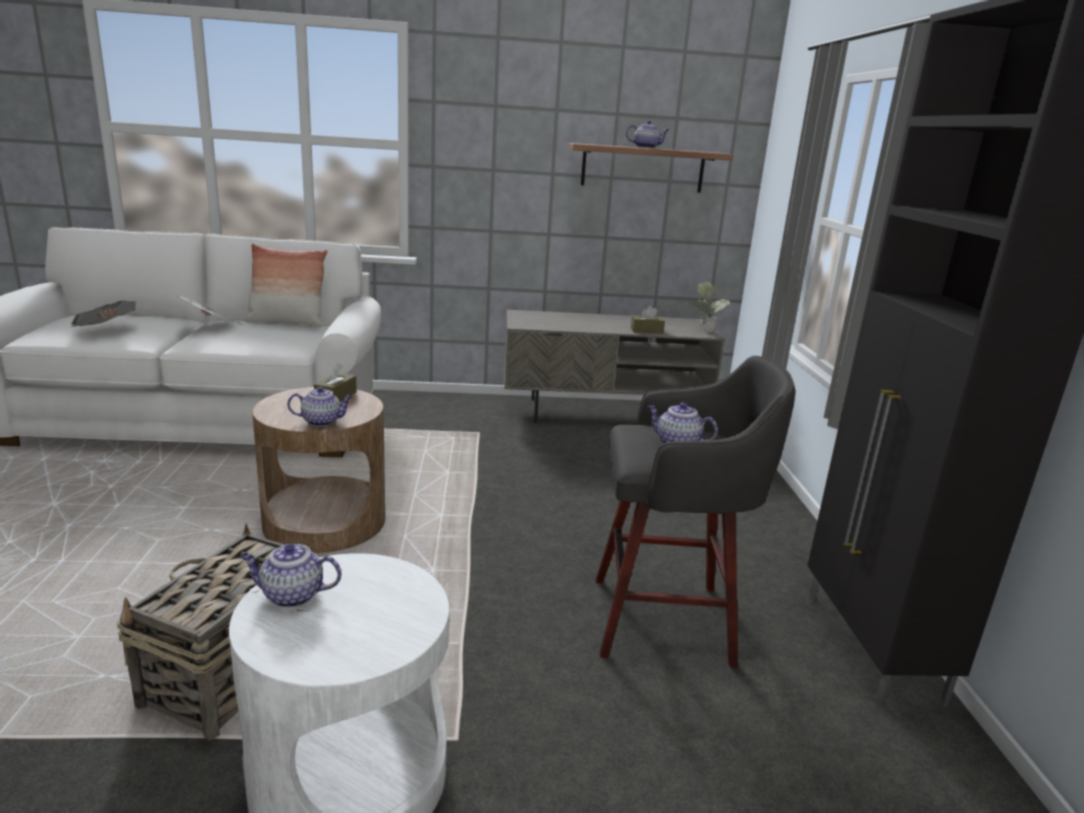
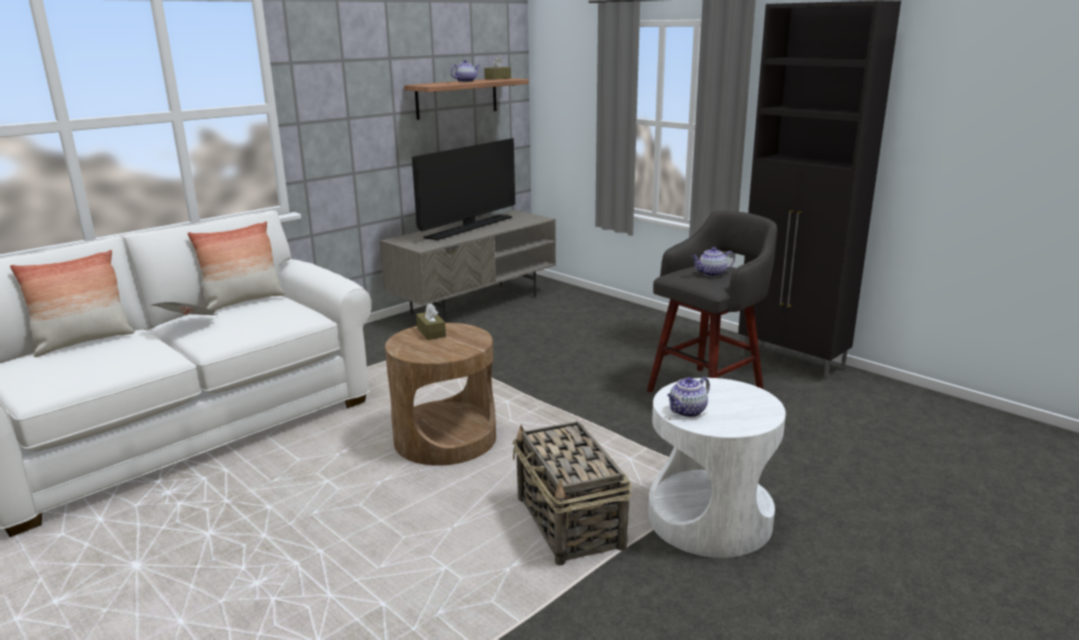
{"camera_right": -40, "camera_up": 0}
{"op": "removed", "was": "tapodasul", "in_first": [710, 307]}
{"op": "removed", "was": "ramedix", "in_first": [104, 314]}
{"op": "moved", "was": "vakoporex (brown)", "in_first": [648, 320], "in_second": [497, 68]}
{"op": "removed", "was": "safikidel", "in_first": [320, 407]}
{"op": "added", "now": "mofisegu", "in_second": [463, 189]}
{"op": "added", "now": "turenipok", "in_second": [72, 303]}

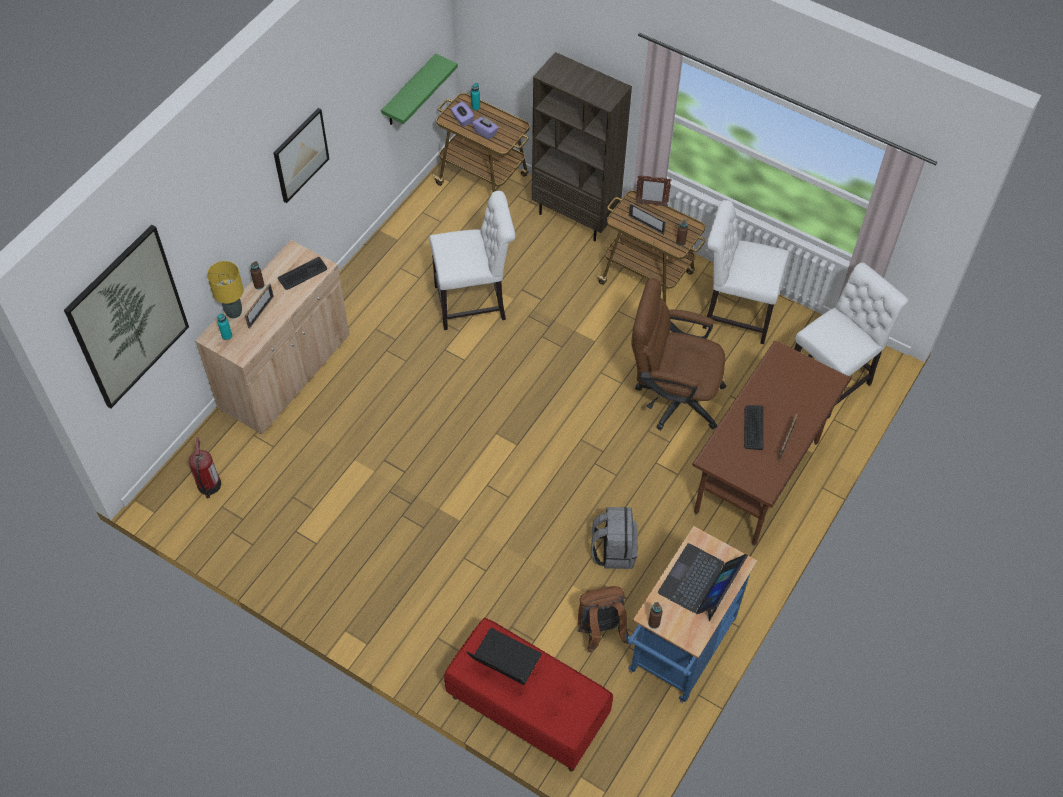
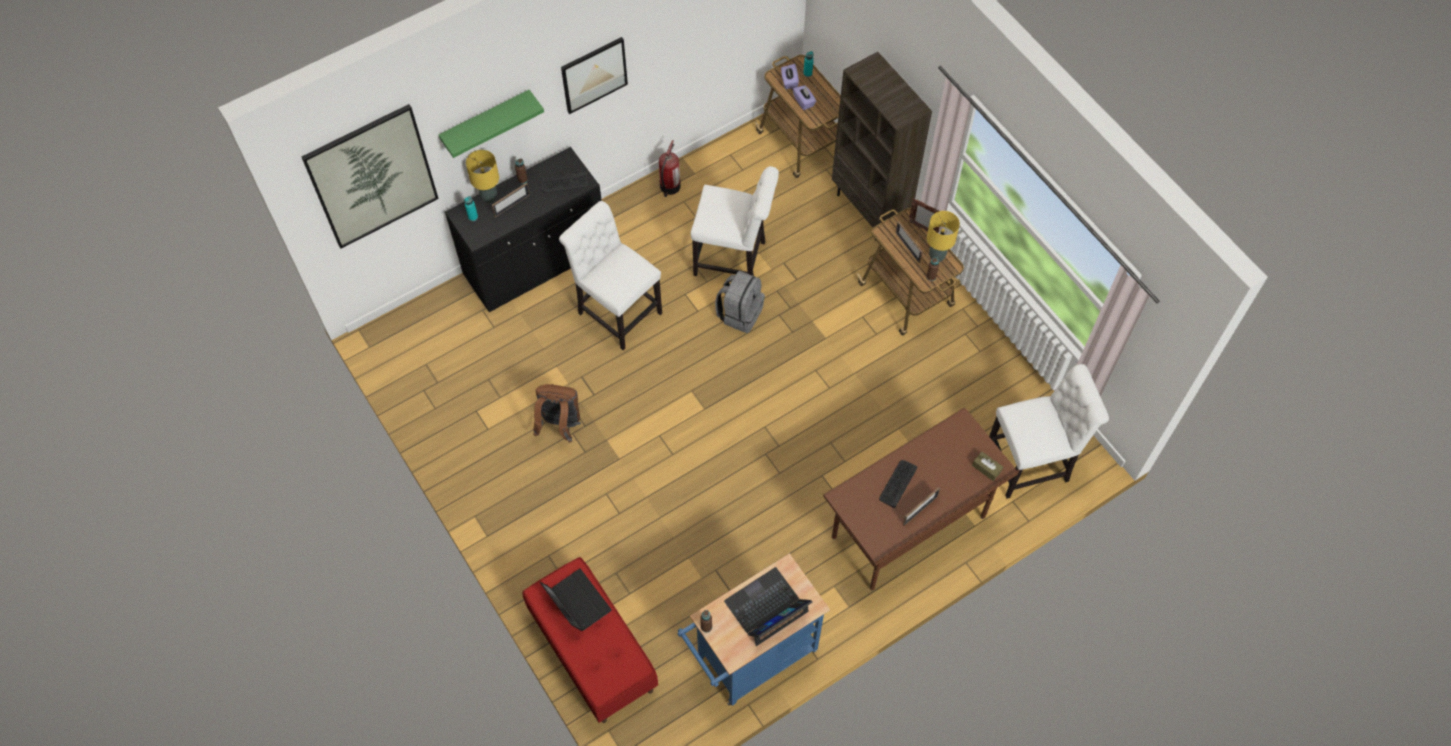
{"camera_right": 25, "camera_up": 5}
{"op": "moved", "was": "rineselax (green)", "in_first": [419, 89], "in_second": [491, 124]}
{"op": "moved", "was": "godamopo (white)", "in_first": [746, 272], "in_second": [610, 275]}
{"op": "recoloured", "was": "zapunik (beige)", "now": "zapunik (black)", "in_first": [272, 337], "in_second": [523, 229]}
{"op": "removed", "was": "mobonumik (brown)", "in_first": [678, 354]}
{"op": "moved", "was": "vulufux", "in_first": [205, 467], "in_second": [670, 168]}
{"op": "moved", "was": "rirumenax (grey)", "in_first": [614, 538], "in_second": [740, 301]}
{"op": "moved", "was": "rirumenax (brown)", "in_first": [603, 619], "in_second": [557, 413]}
{"op": "added", "now": "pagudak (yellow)", "in_second": [943, 236]}
{"op": "added", "now": "vakoporex (brown)", "in_second": [987, 466]}

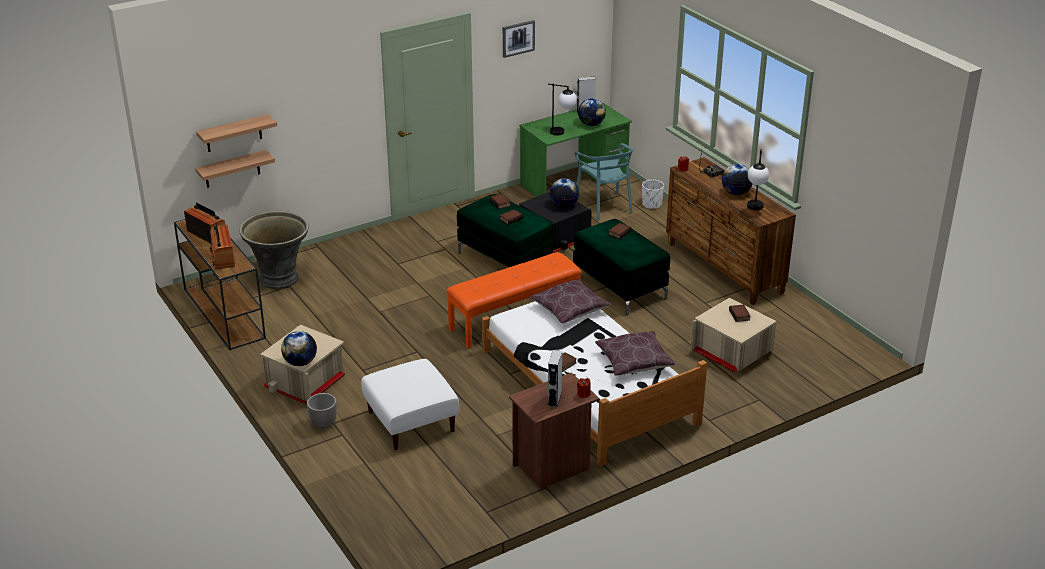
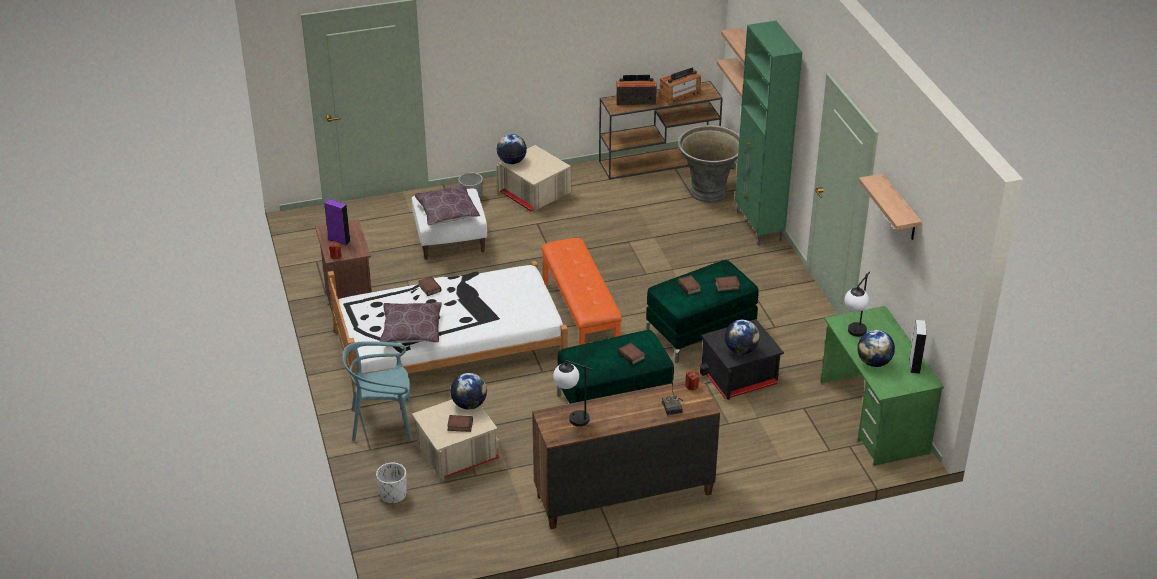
{"camera_right": 105, "camera_up": 5}
{"op": "replaced", "was": "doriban", "now": "rineselax", "in_first": [519, 39], "in_second": [890, 207]}
{"op": "moved", "was": "godamopo (turquoise)", "in_first": [603, 182], "in_second": [378, 391]}
{"op": "moved", "was": "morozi", "in_first": [737, 179], "in_second": [468, 391]}
{"op": "moved", "was": "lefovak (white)", "in_first": [653, 194], "in_second": [391, 483]}
{"op": "moved", "was": "turenipok (brown)", "in_first": [570, 301], "in_second": [447, 205]}
{"op": "recoloured", "was": "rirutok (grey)", "now": "rirutok (purple)", "in_first": [554, 378], "in_second": [337, 222]}
{"op": "added", "now": "zapunik (green)", "in_second": [768, 133]}

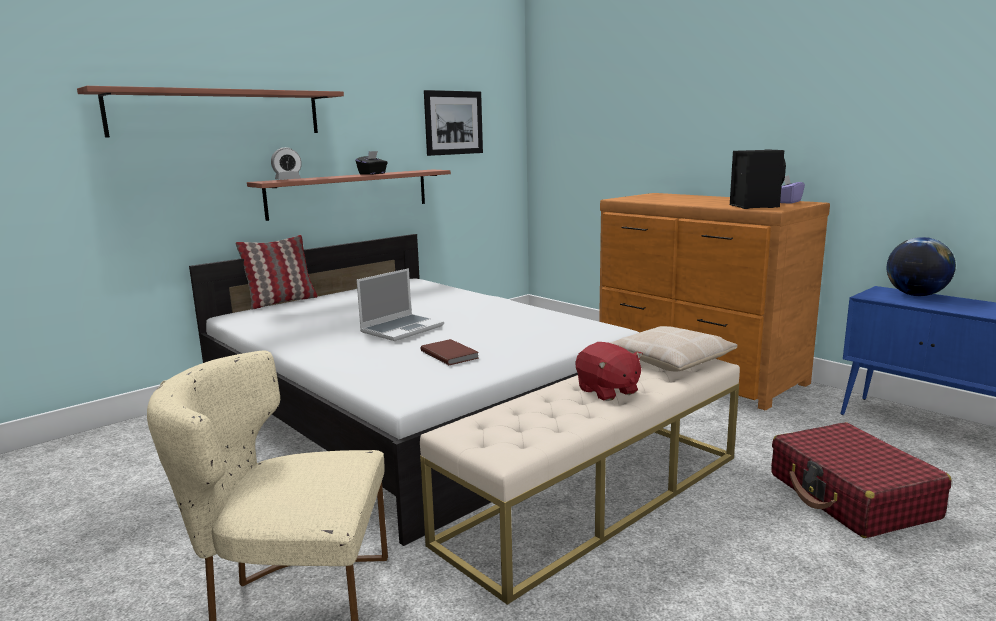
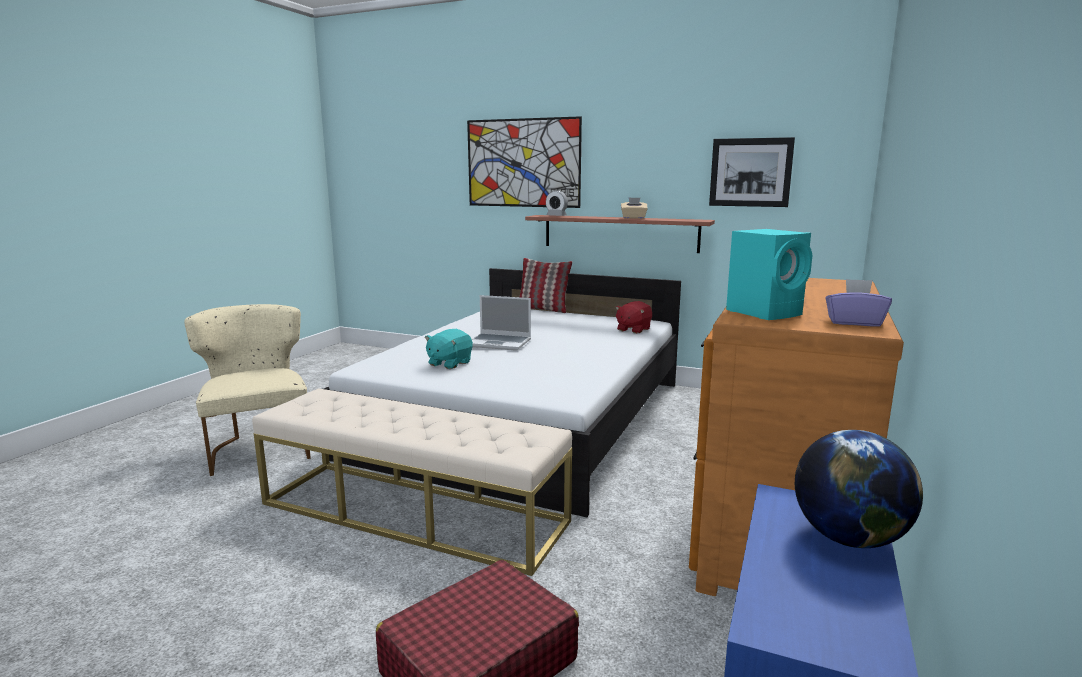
{"camera_right": 65, "camera_up": 0}
{"op": "replaced", "was": "rineselax", "now": "doriban", "in_first": [210, 111], "in_second": [524, 162]}
{"op": "recoloured", "was": "rirutok (black)", "now": "rirutok (turquoise)", "in_first": [758, 179], "in_second": [769, 274]}
{"op": "recoloured", "was": "vakoporex (black)", "now": "vakoporex (beige)", "in_first": [372, 163], "in_second": [634, 208]}
{"op": "removed", "was": "turenipok (beige)", "in_first": [673, 348]}
{"op": "replaced", "was": "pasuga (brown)", "now": "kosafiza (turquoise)", "in_first": [450, 352], "in_second": [449, 349]}
{"op": "moved", "was": "kosafiza (red)", "in_first": [609, 371], "in_second": [633, 317]}

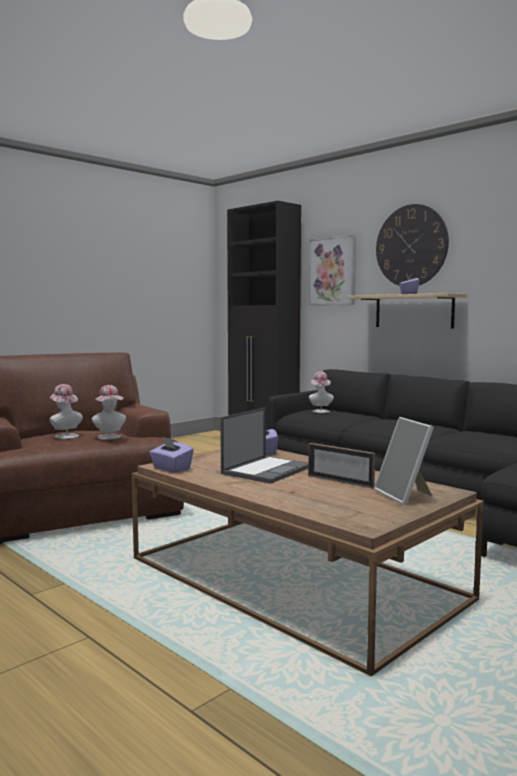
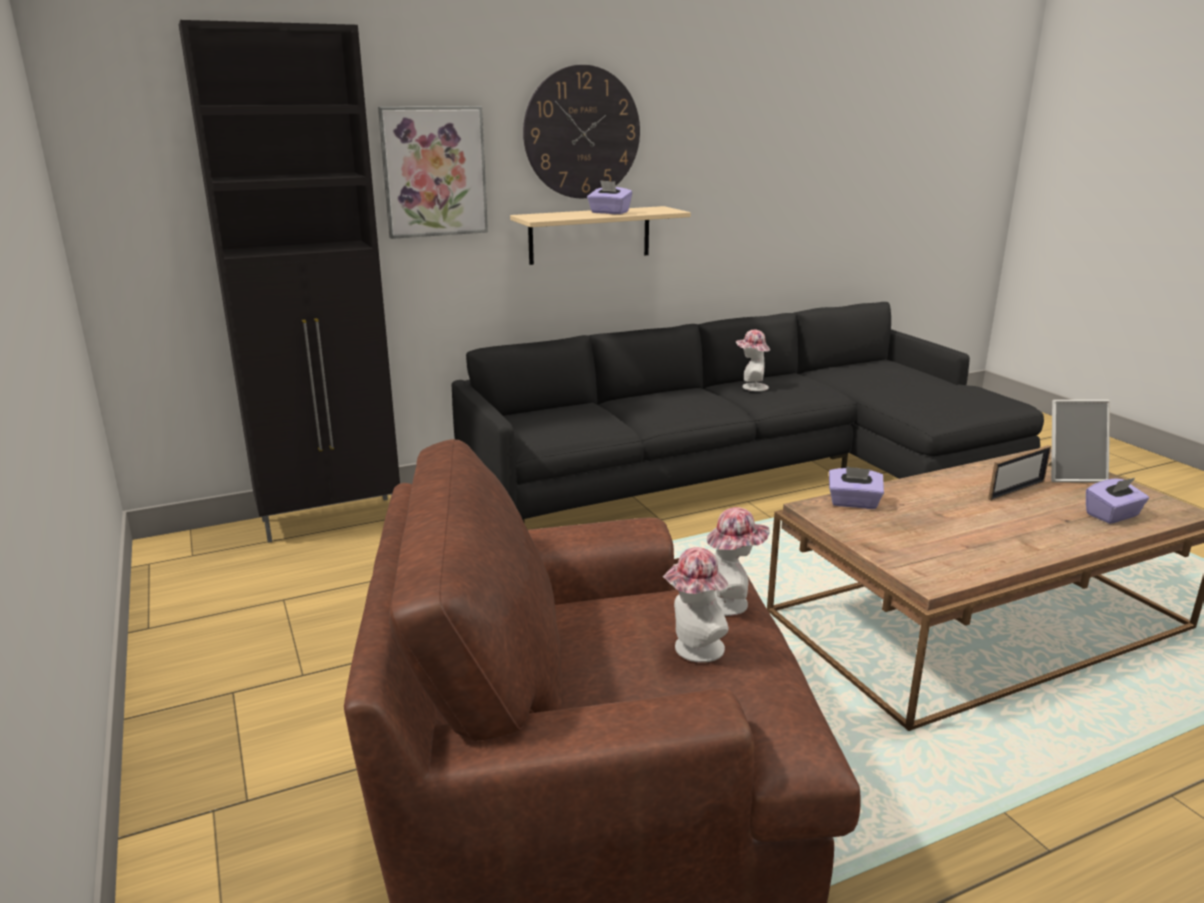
{"camera_right": -70, "camera_up": 15}
{"op": "moved", "was": "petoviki", "in_first": [321, 392], "in_second": [753, 360]}
{"op": "removed", "was": "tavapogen", "in_first": [264, 446]}
{"op": "moved", "was": "vakoporex (purple)", "in_first": [171, 455], "in_second": [1117, 501]}

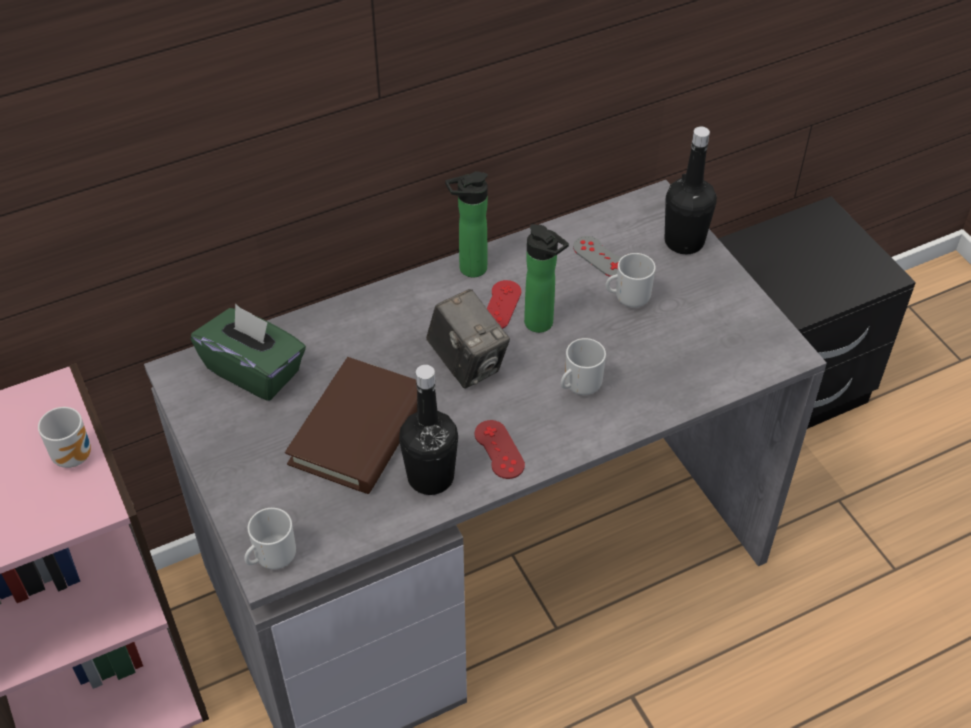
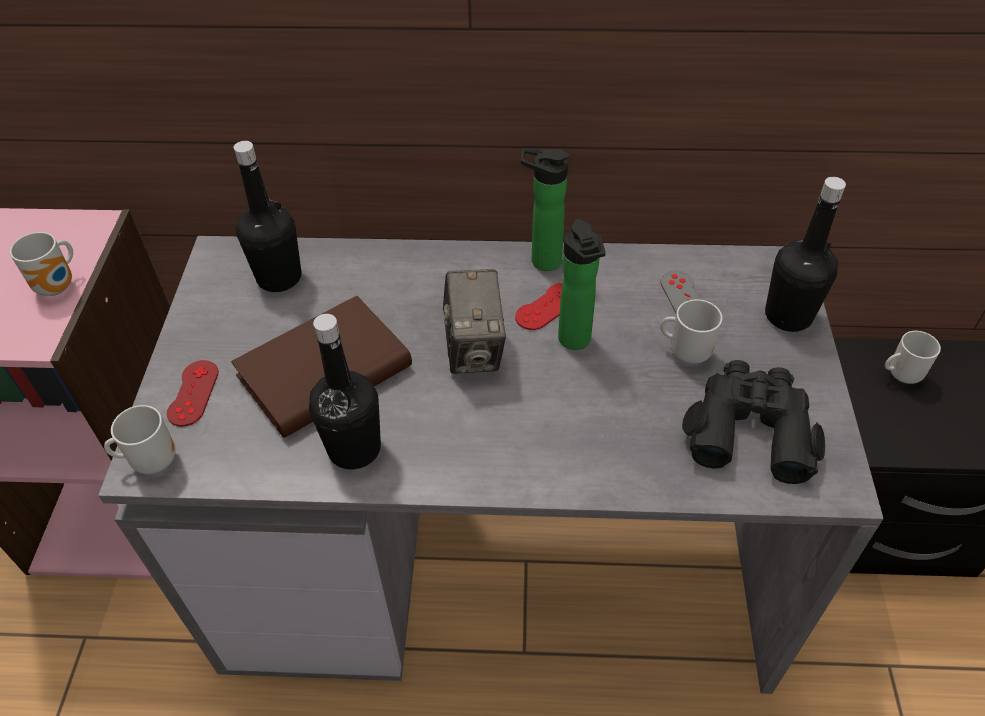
{"camera_right": 30, "camera_up": 0}
{"op": "replaced", "was": "vakoporex (green)", "now": "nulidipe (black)", "in_first": [248, 352], "in_second": [267, 216]}
{"op": "moved", "was": "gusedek", "in_first": [583, 366], "in_second": [913, 357]}
{"op": "moved", "was": "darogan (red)", "in_first": [500, 449], "in_second": [193, 393]}
{"op": "added", "now": "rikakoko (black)", "in_second": [753, 422]}

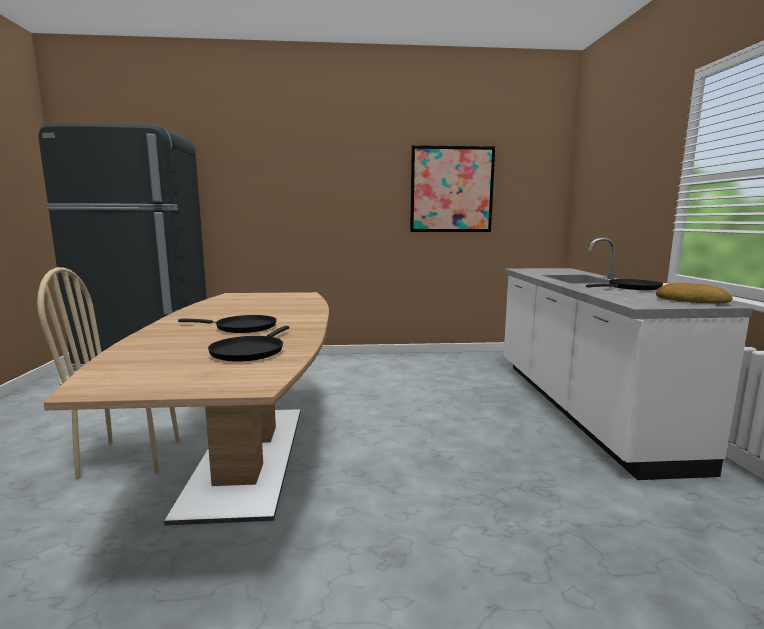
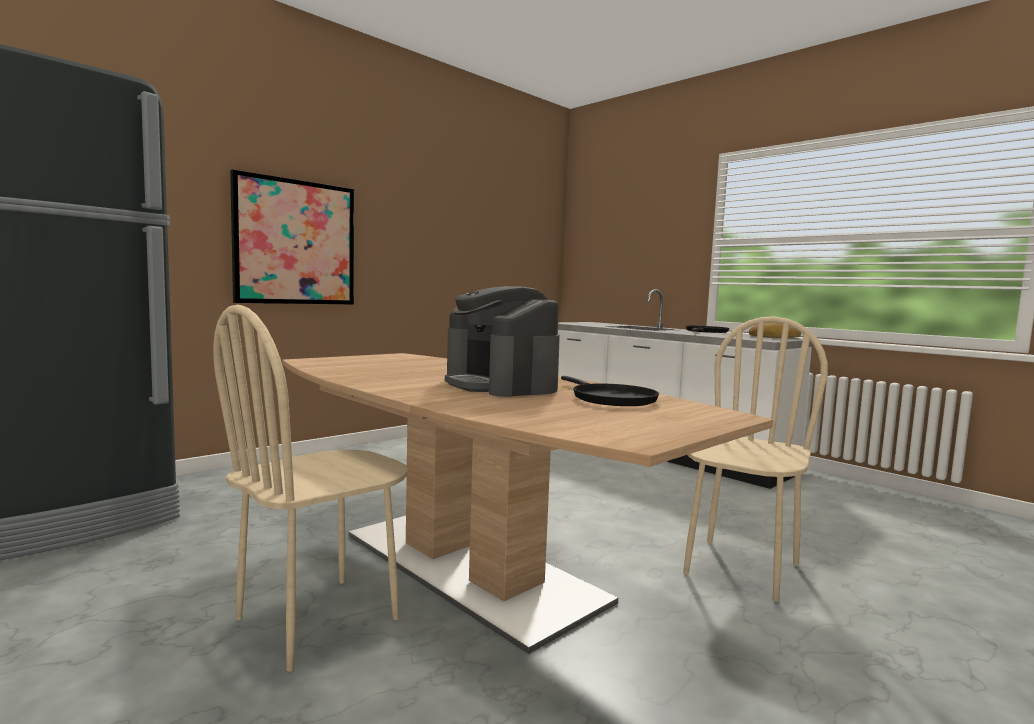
{"camera_right": -40, "camera_up": -5}
{"op": "moved", "was": "doriban", "in_first": [452, 188], "in_second": [292, 237]}
{"op": "replaced", "was": "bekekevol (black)", "now": "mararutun", "in_first": [227, 324], "in_second": [502, 341]}
{"op": "added", "now": "godamopo (beige)", "in_second": [755, 459]}

